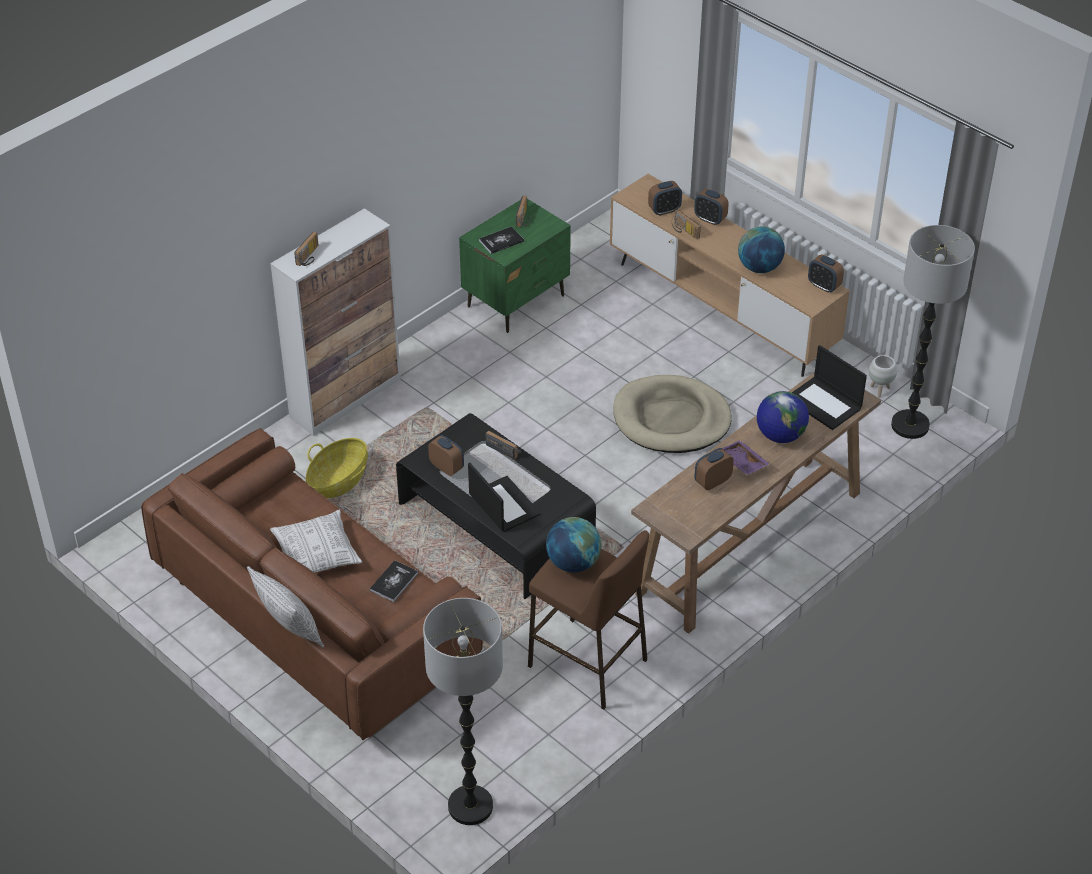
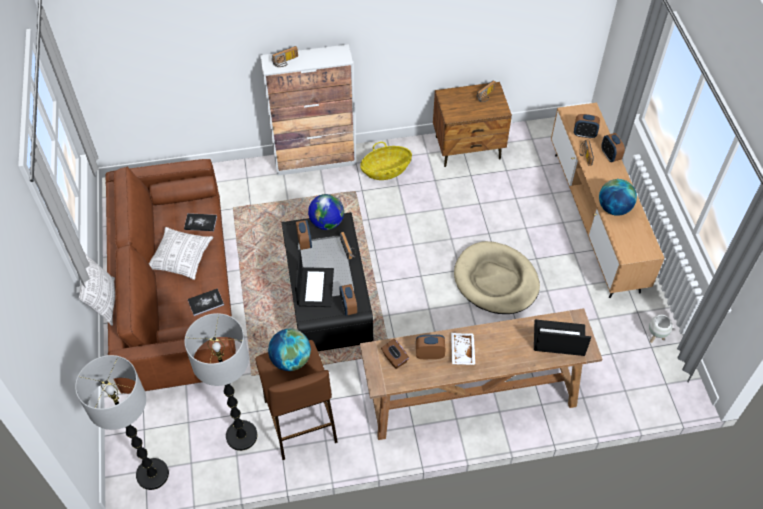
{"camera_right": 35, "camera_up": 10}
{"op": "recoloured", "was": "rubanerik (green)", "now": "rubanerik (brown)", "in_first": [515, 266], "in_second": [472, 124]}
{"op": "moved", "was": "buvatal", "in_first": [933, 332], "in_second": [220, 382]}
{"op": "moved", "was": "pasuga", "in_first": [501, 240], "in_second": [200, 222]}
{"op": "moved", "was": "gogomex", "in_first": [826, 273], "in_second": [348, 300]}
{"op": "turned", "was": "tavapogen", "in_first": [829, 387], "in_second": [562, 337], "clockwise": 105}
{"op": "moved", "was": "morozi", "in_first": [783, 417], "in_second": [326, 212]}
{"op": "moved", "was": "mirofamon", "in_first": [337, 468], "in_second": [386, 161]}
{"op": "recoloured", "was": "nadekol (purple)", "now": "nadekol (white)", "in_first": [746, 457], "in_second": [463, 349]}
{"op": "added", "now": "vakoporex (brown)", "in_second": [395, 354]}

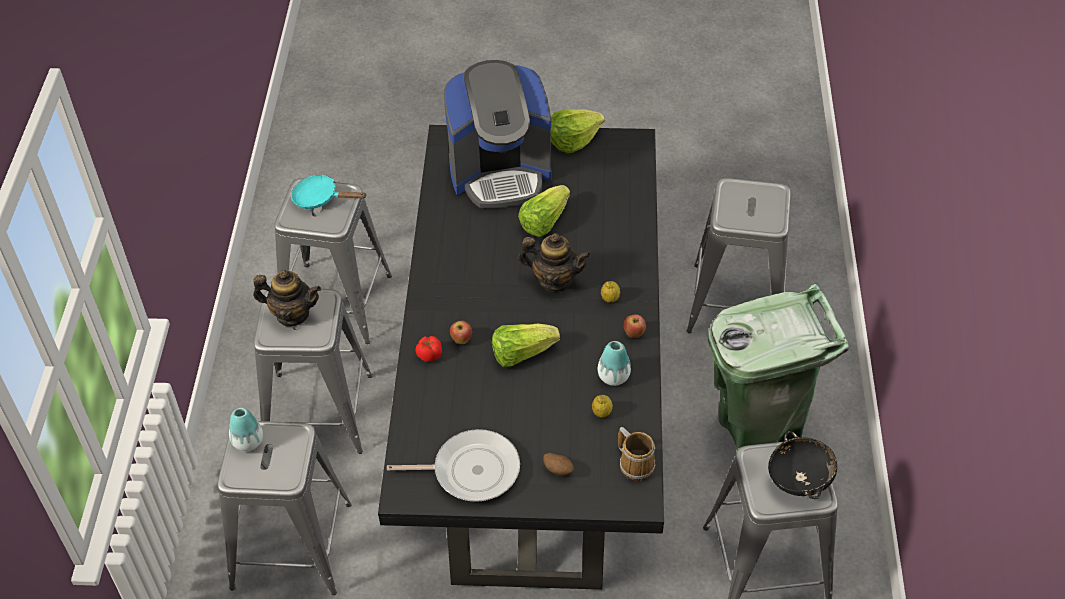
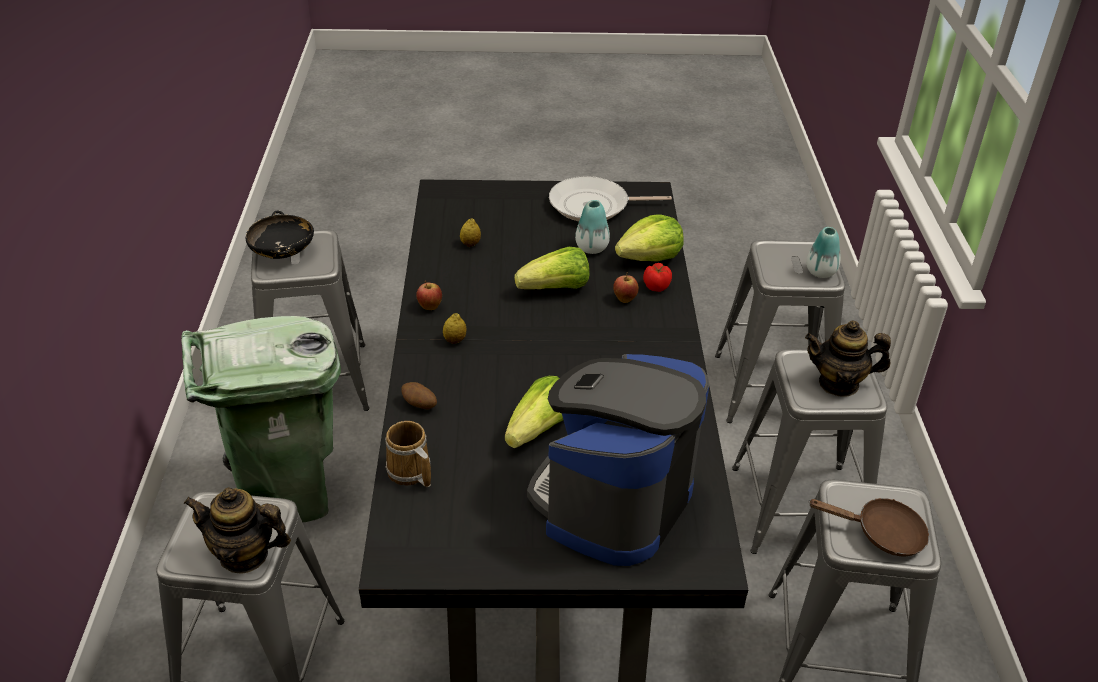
{"camera_right": 175, "camera_up": -10}
{"op": "turned", "was": "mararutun", "in_first": [498, 134], "in_second": [618, 460], "clockwise": -45}
{"op": "moved", "was": "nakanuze", "in_first": [578, 131], "in_second": [649, 238]}
{"op": "recoloured", "was": "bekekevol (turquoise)", "now": "bekekevol (brown)", "in_first": [329, 192], "in_second": [868, 527]}
{"op": "moved", "was": "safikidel", "in_first": [554, 262], "in_second": [237, 530]}
{"op": "moved", "was": "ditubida", "in_first": [614, 363], "in_second": [592, 227]}
{"op": "moved", "was": "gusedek", "in_first": [636, 454], "in_second": [408, 454]}
{"op": "moved", "was": "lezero", "in_first": [558, 464], "in_second": [419, 396]}

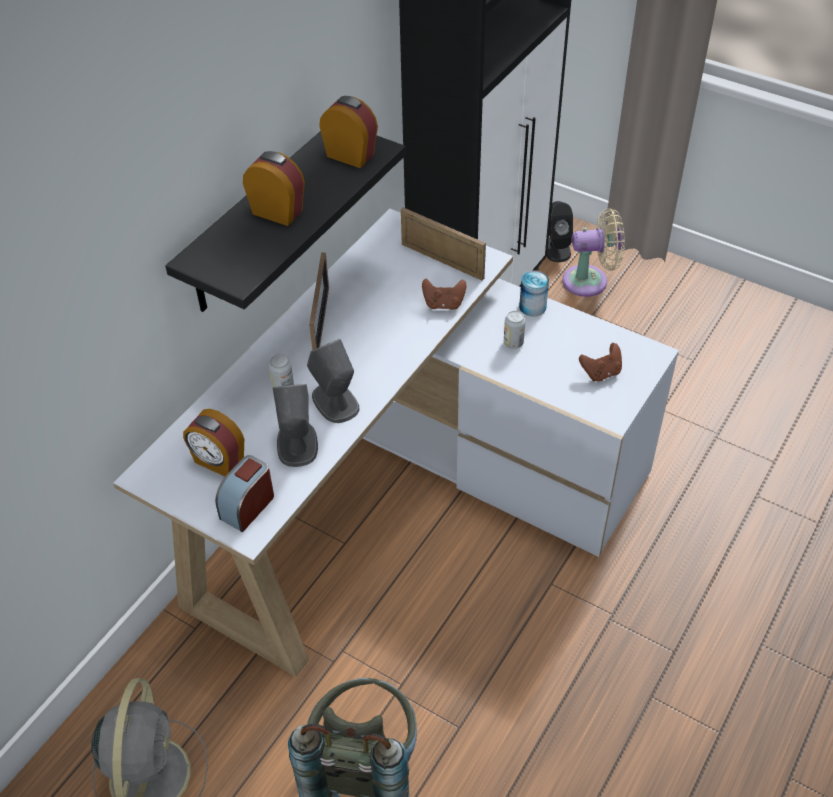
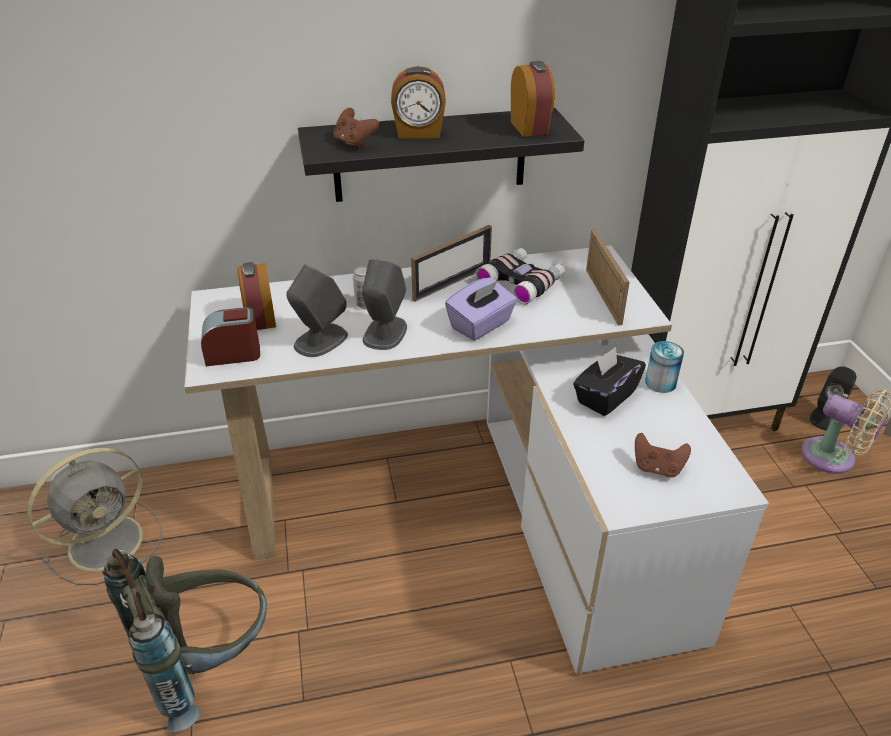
{"camera_right": 45, "camera_up": -10}
{"op": "turned", "was": "gogomex", "in_first": [274, 188], "in_second": [418, 102], "clockwise": 105}
{"op": "moved", "was": "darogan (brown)", "in_first": [444, 294], "in_second": [356, 129]}
{"op": "replaced", "was": "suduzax", "now": "vakoporex (black)", "in_first": [515, 330], "in_second": [609, 381]}
{"op": "added", "now": "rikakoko", "in_second": [520, 276]}
{"op": "added", "now": "vakoporex (purple)", "in_second": [481, 308]}

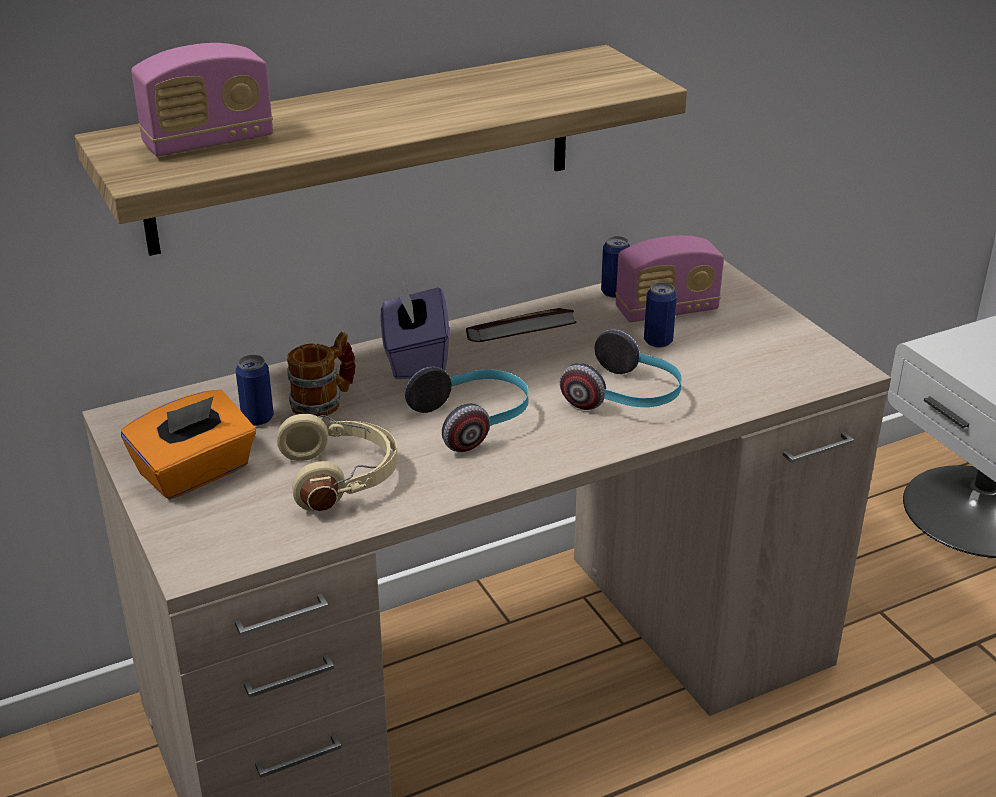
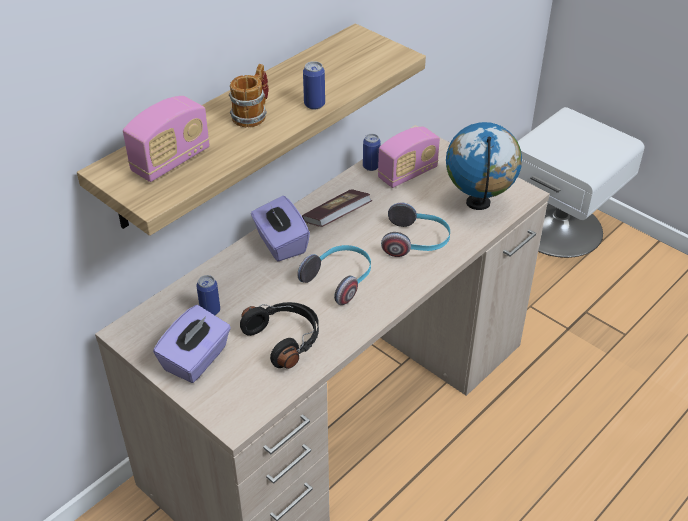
{"camera_right": -20, "camera_up": 10}
{"op": "moved", "was": "suduzax", "in_first": [660, 315], "in_second": [314, 85]}
{"op": "moved", "was": "gusedek", "in_first": [321, 374], "in_second": [249, 95]}
{"op": "recoloured", "was": "vakoporex (orange)", "now": "vakoporex (purple)", "in_first": [188, 445], "in_second": [192, 344]}
{"op": "recoloured", "was": "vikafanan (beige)", "now": "vikafanan (black)", "in_first": [337, 463], "in_second": [279, 335]}
{"op": "added", "now": "morozi", "in_second": [484, 166]}

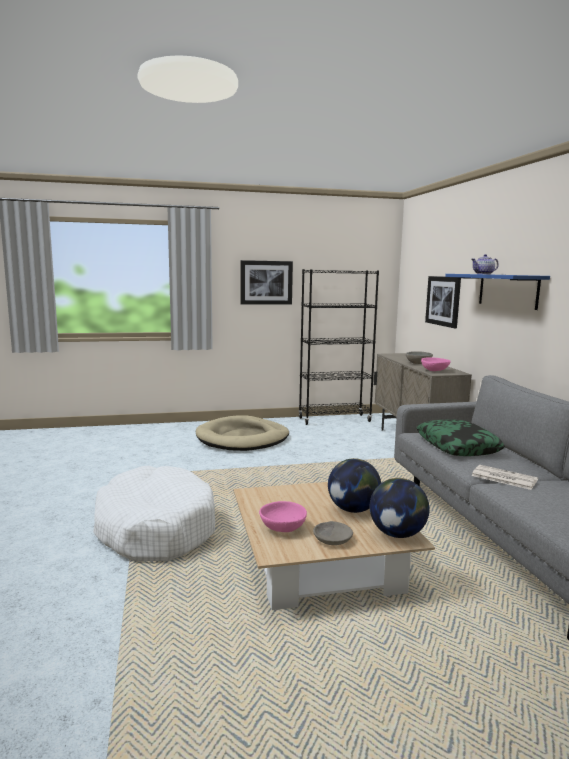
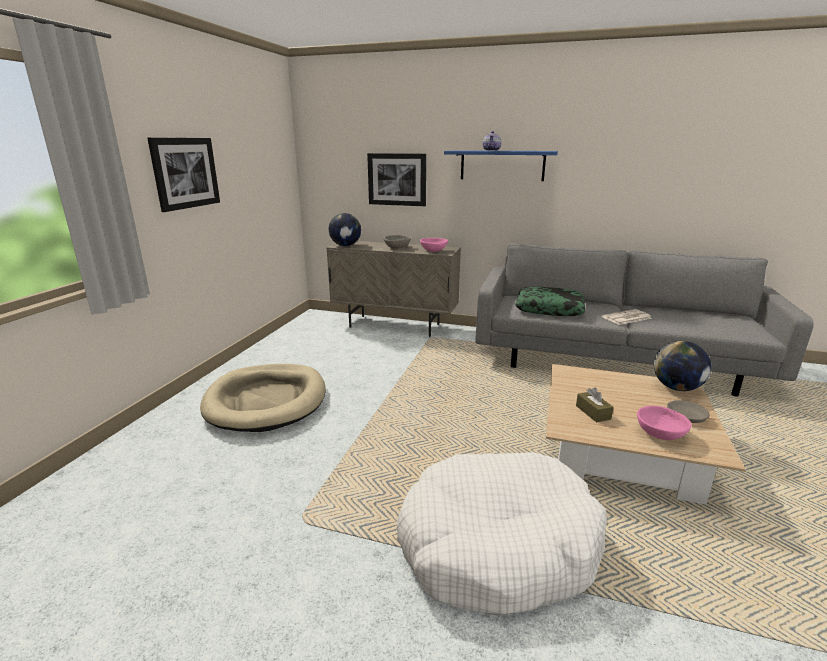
{"camera_right": -60, "camera_up": 10}
{"op": "removed", "was": "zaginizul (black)", "in_first": [338, 347]}
{"op": "moved", "was": "morozi", "in_first": [354, 485], "in_second": [345, 229]}
{"op": "added", "now": "vakoporex (brown)", "in_second": [595, 405]}

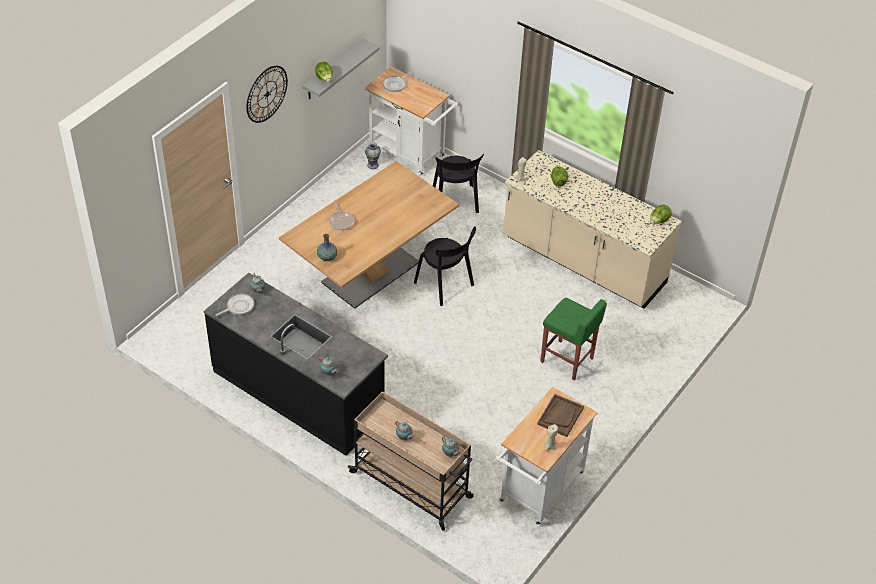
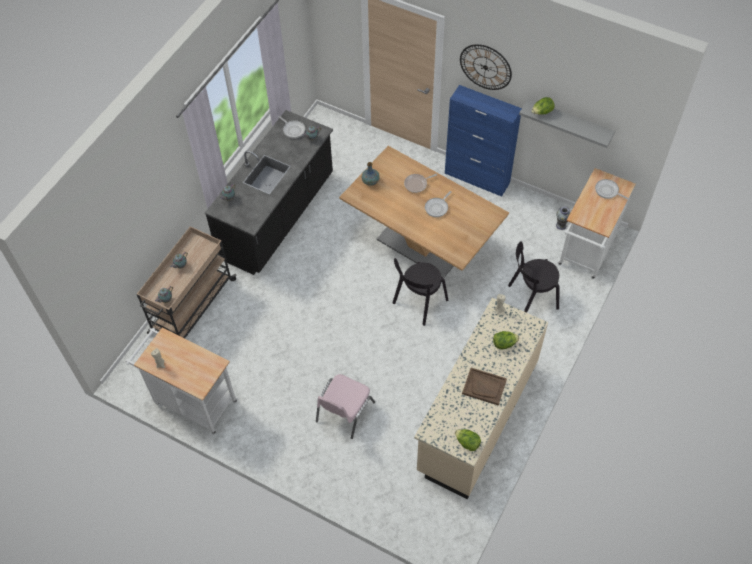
{"camera_right": 85, "camera_up": 10}
{"op": "replaced", "was": "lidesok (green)", "now": "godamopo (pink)", "in_first": [573, 339], "in_second": [345, 406]}
{"op": "moved", "was": "nadekol (brown)", "in_first": [560, 415], "in_second": [484, 387]}
{"op": "added", "now": "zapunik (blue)", "in_second": [483, 141]}
{"op": "added", "now": "bekekevol", "in_second": [438, 204]}

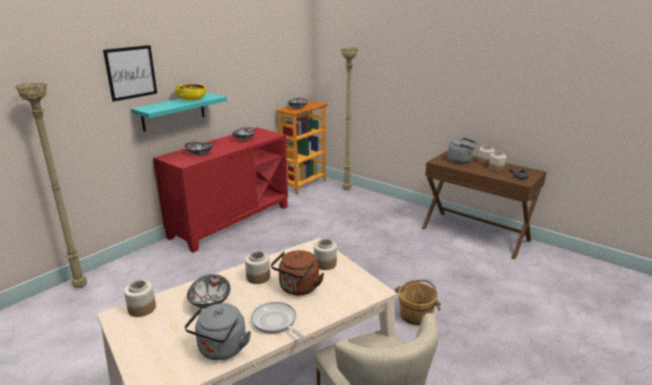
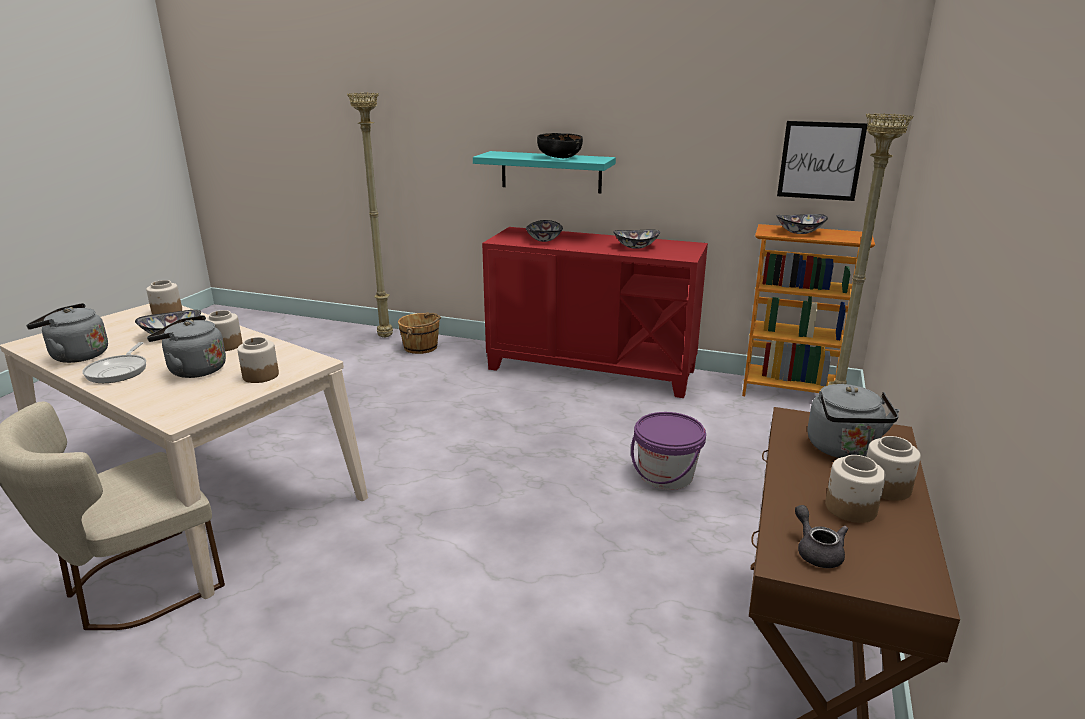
{"camera_right": 70, "camera_up": 0}
{"op": "moved", "was": "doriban", "in_first": [130, 73], "in_second": [822, 161]}
{"op": "recoloured", "was": "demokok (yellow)", "now": "demokok (black)", "in_first": [190, 92], "in_second": [560, 145]}
{"op": "recoloured", "was": "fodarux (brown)", "now": "fodarux (grey)", "in_first": [297, 272], "in_second": [186, 346]}
{"op": "moved", "was": "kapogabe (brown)", "in_first": [418, 302], "in_second": [419, 333]}
{"op": "turned", "was": "bekekevol", "in_first": [278, 320], "in_second": [114, 362], "clockwise": 150}
{"op": "added", "now": "kapogabe (purple)", "in_second": [668, 451]}

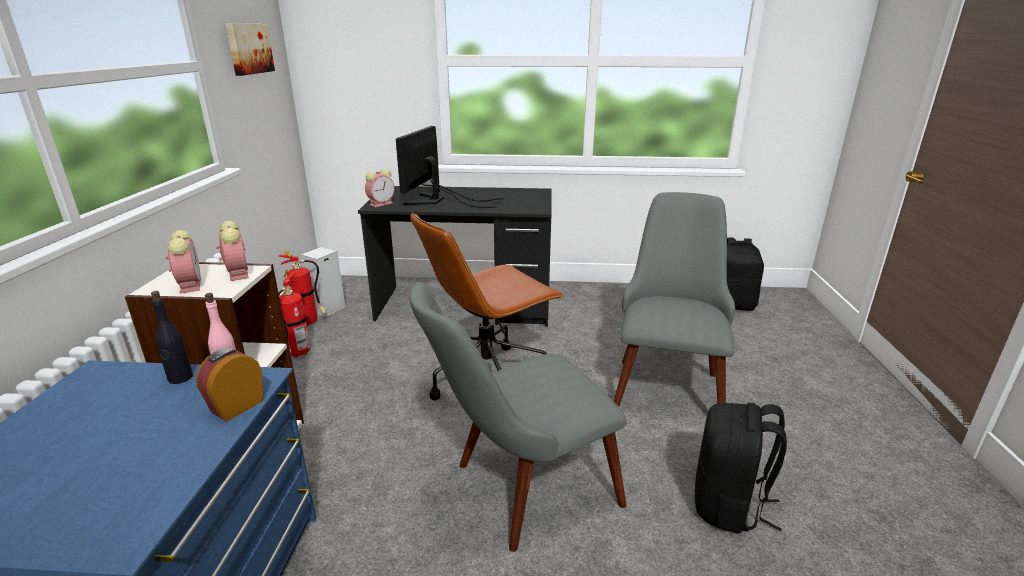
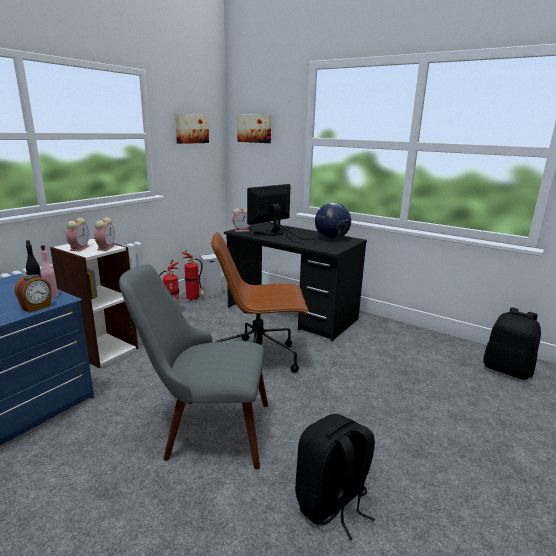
{"camera_right": 30, "camera_up": -5}
{"op": "removed", "was": "godamopo (grey)", "in_first": [674, 299]}
{"op": "turned", "was": "gogomex", "in_first": [229, 384], "in_second": [33, 293], "clockwise": 150}
{"op": "added", "now": "doriban", "in_second": [254, 129]}
{"op": "added", "now": "morozi", "in_second": [333, 221]}

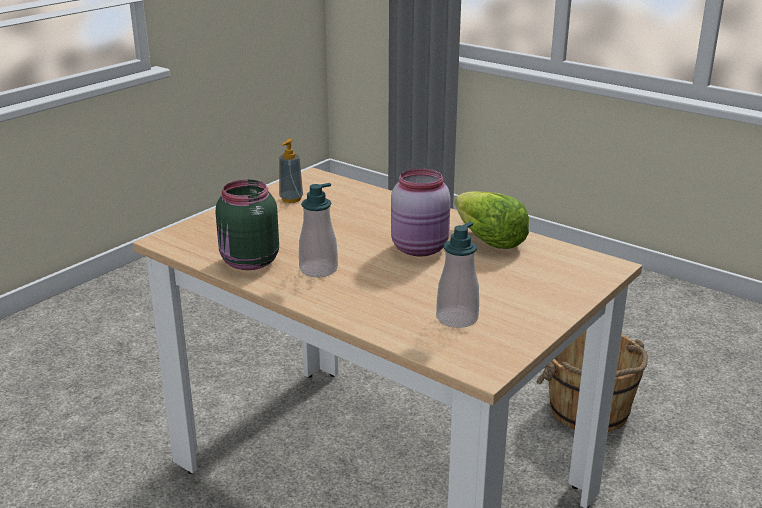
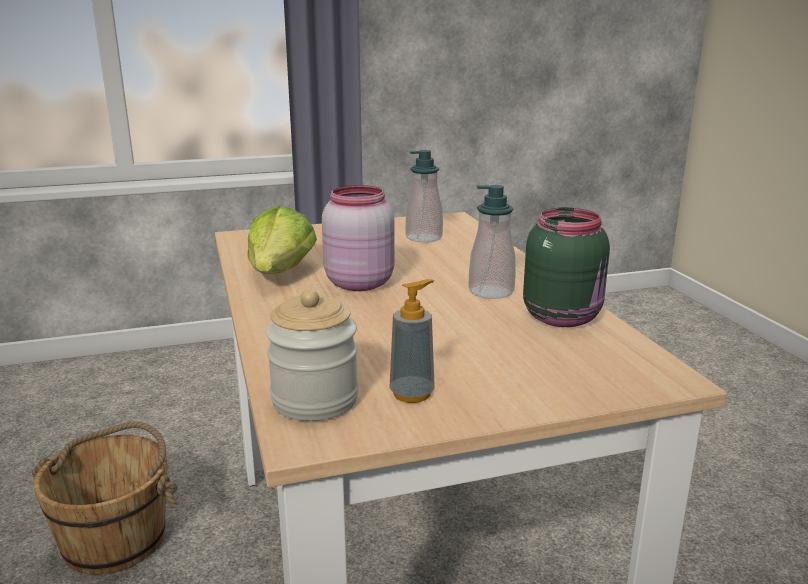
{"camera_right": -145, "camera_up": -5}
{"op": "added", "now": "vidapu", "in_second": [311, 355]}

